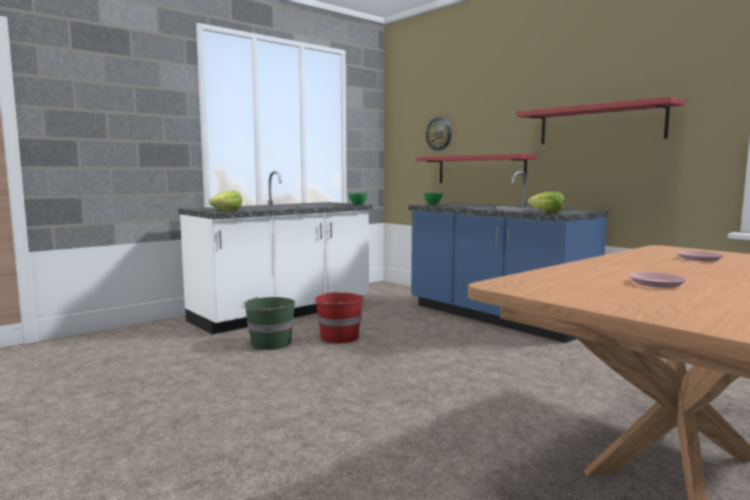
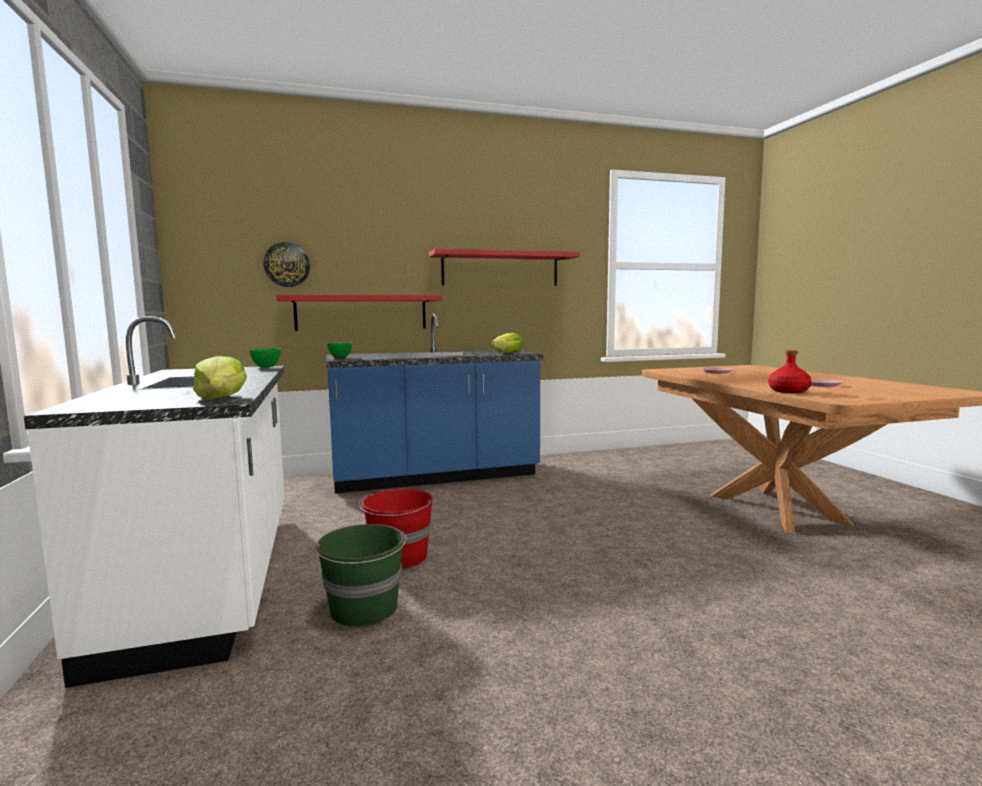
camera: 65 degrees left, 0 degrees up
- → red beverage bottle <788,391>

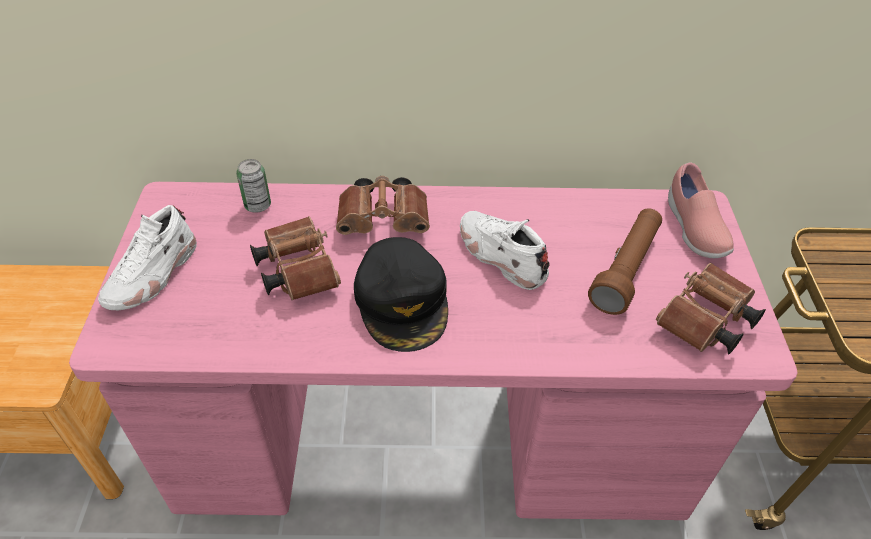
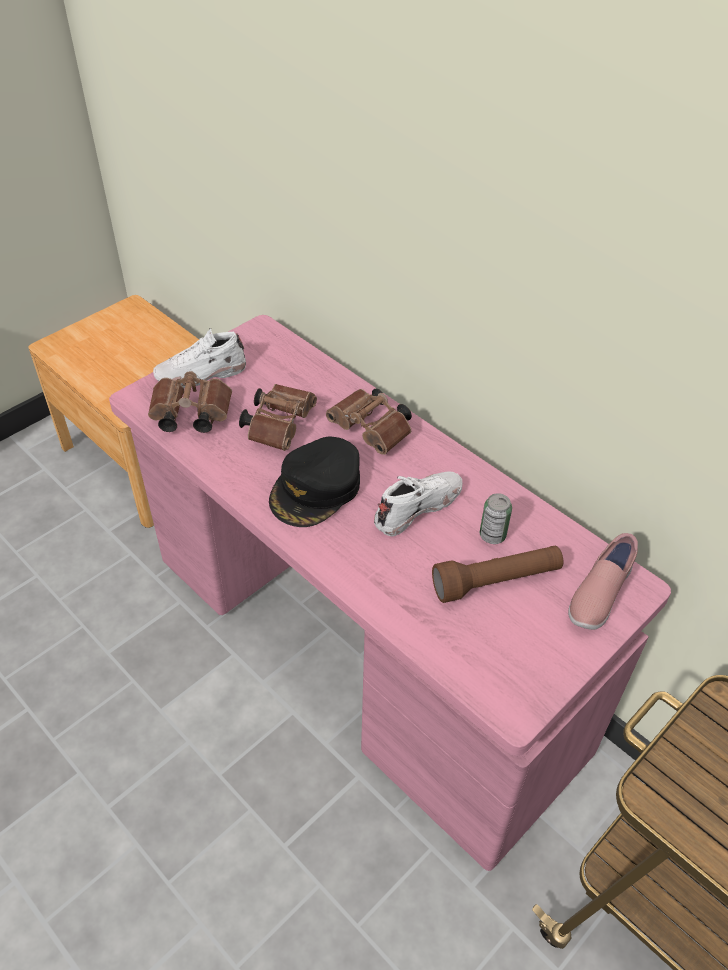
camera: 45 degrees right, 0 degrees up
sealed can <258,205> → sealed can <492,535>, move
whitish low shoe <500,256> → whitish low shoe <417,507>, 45 degrees clockwise
brownish binoculars <704,323> → brownish binoculars <189,416>, move

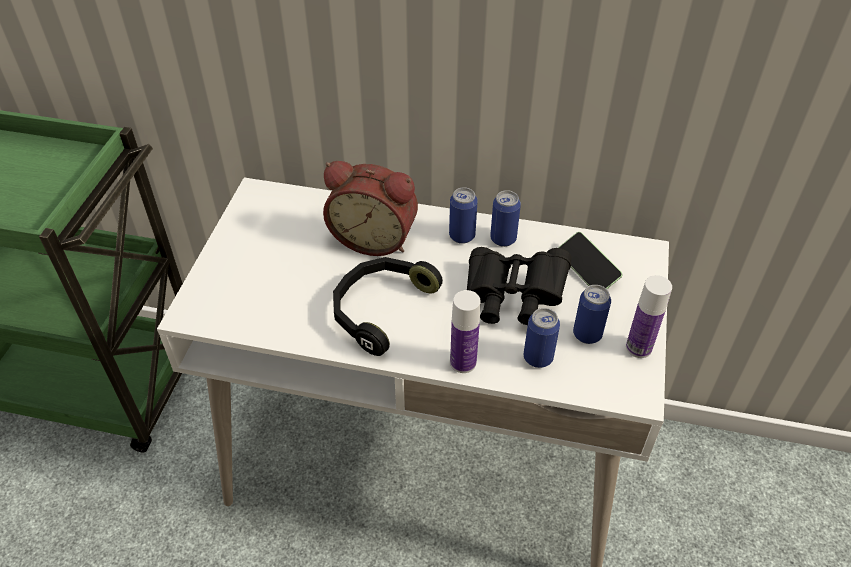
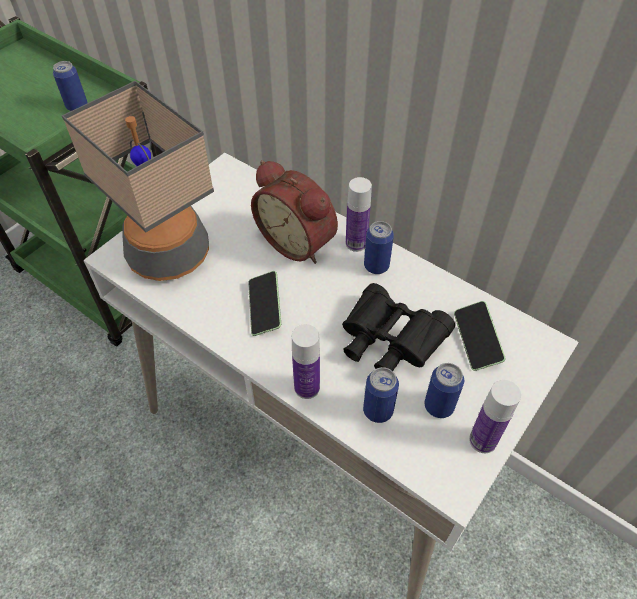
camera: 25 degrees right, 5 degrees up
sealed can <503,239> → sealed can <77,107>, move
black headset <380,309> → phone <265,308>
- → lamp for a table <168,253>
- → beverage bottle <356,243>

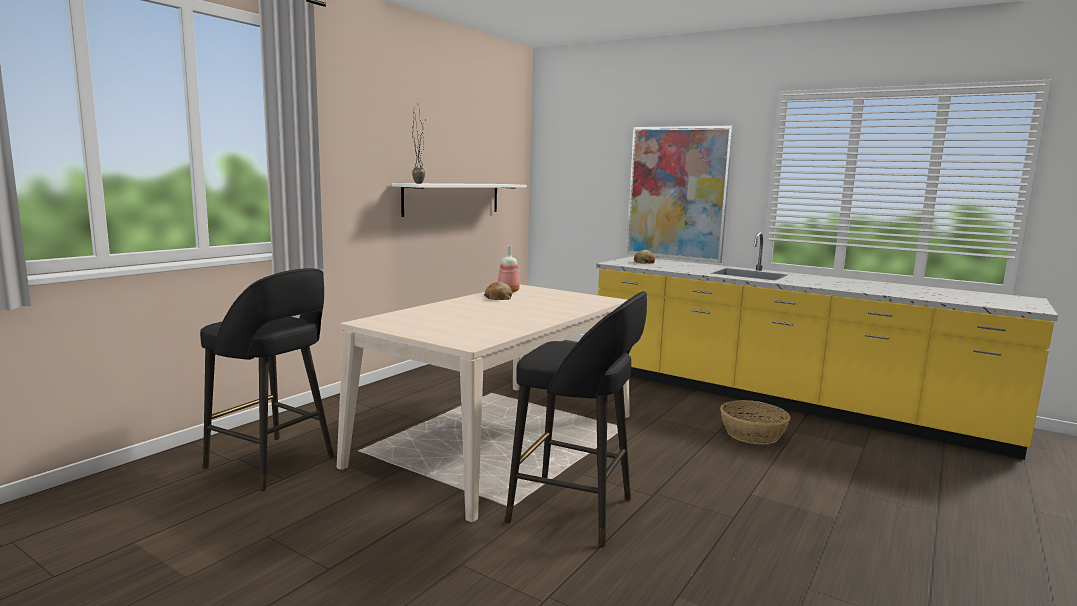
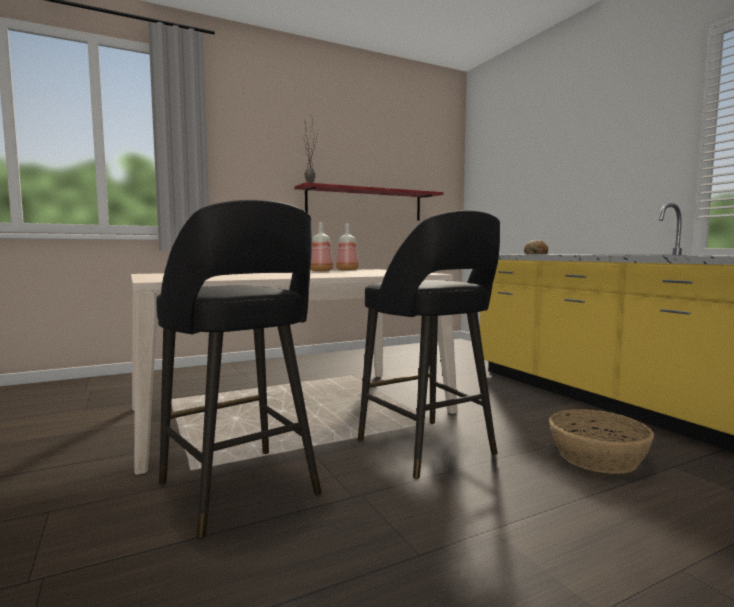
camera: 30 degrees right, 5 degrees down
wall picture <677,193> → -
whitish shelf <452,198> → red shelf <365,204>
black stool <272,463> → black stool <427,448>, move
bakery bread <498,298> → beverage bottle <321,271>

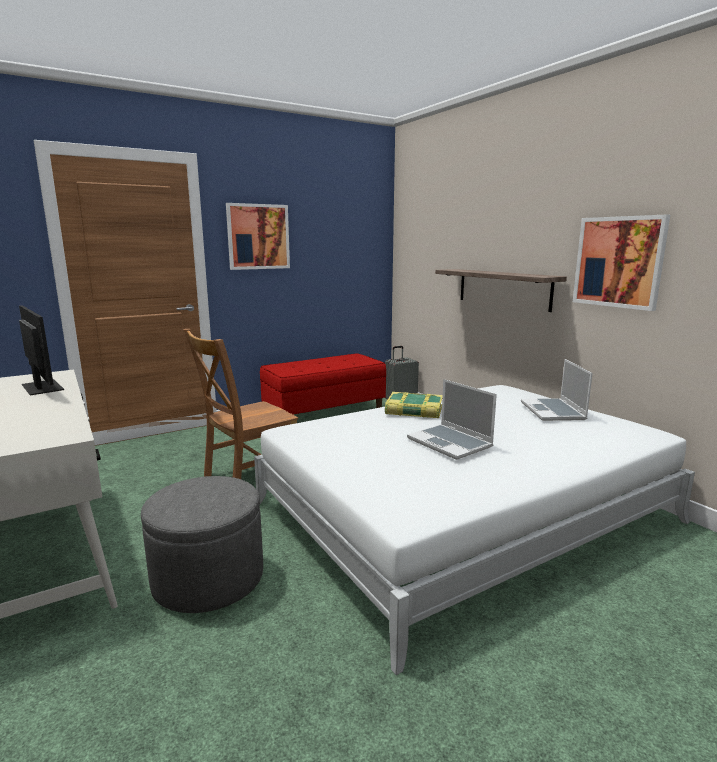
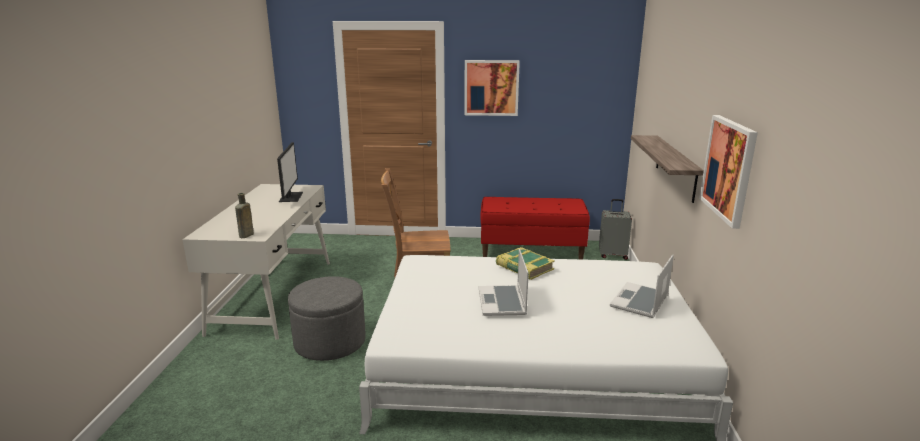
camera: 35 degrees right, 5 degrees up
- → brownish beverage bottle <245,235>

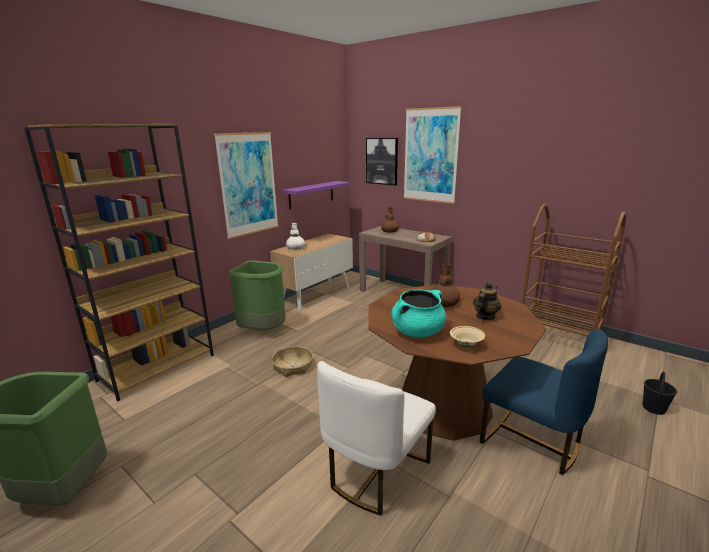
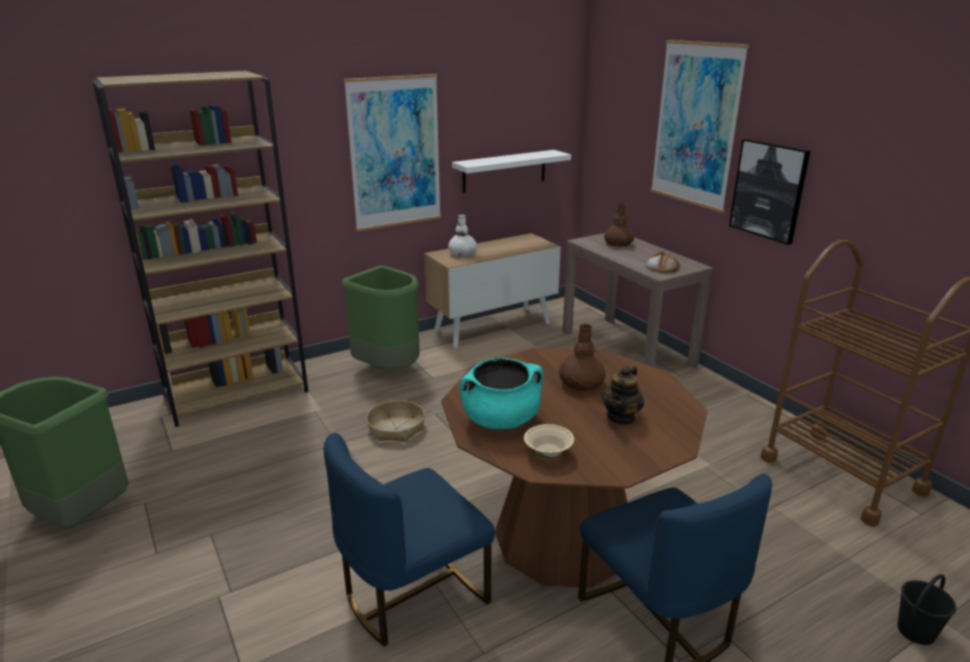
camera: 20 degrees right, 5 degrees up
wall picture <382,161> → wall picture <769,190>, move
purplish shelf <311,194> → whitish shelf <504,171>
pot for tea <485,316> → pot for tea <621,417>, 150 degrees clockwise
whitish upright chair <375,471> → blue upright chair <412,593>

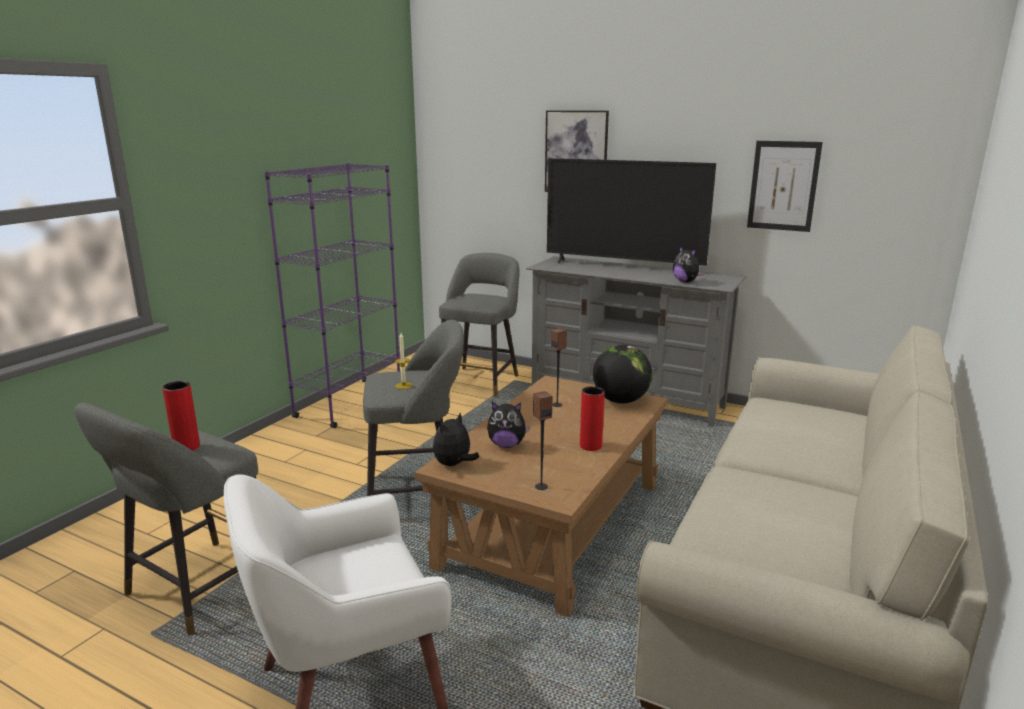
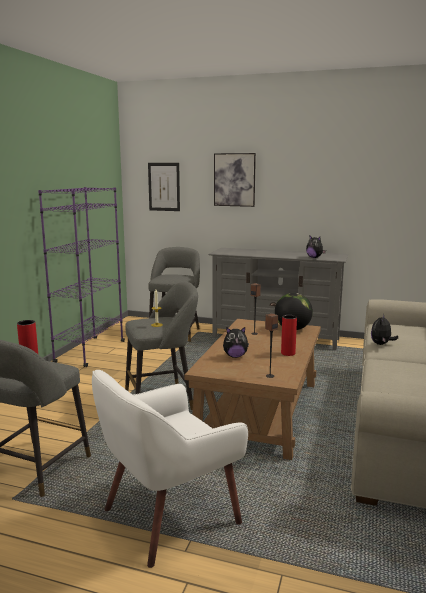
camera: 10 degrees left, 5 degrees down
wall picture <783,186> → wall picture <164,187>, move
TV <623,267> → -
plush toy <454,464> → plush toy <381,344>, move

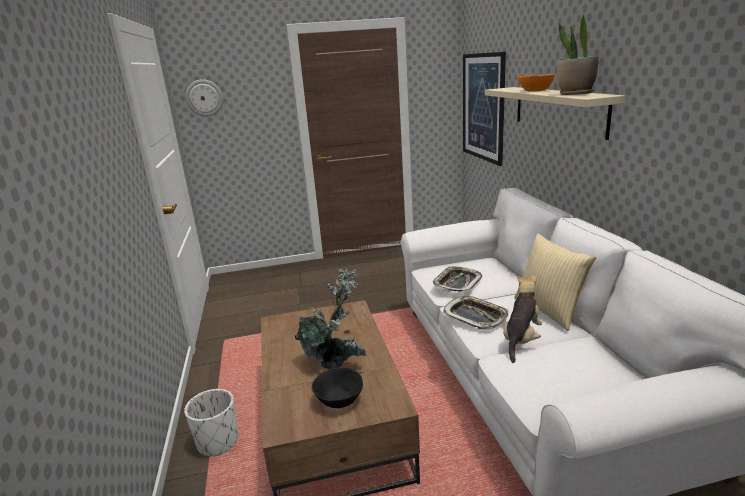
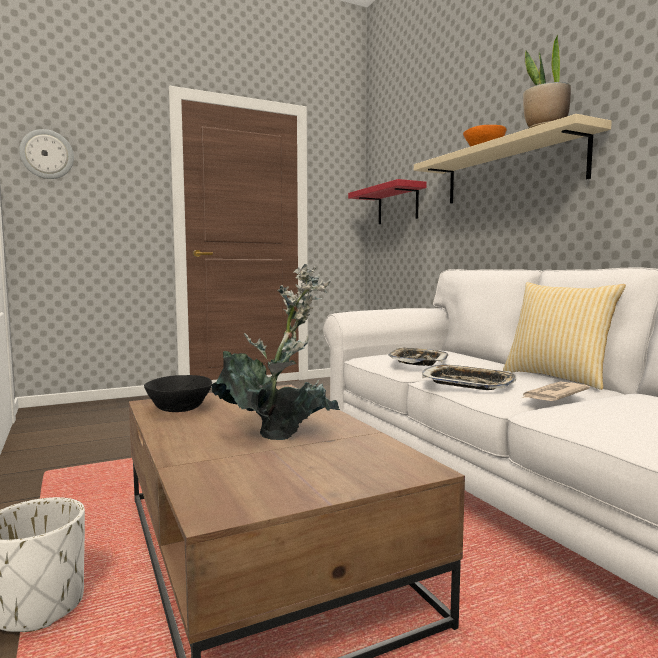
camera: 15 degrees left, 15 degrees down
wall picture <483,107> → red shelf <397,205>
plush toy <521,340> → printed paper <553,395>
black deep dish <338,400> → black deep dish <178,409>, move

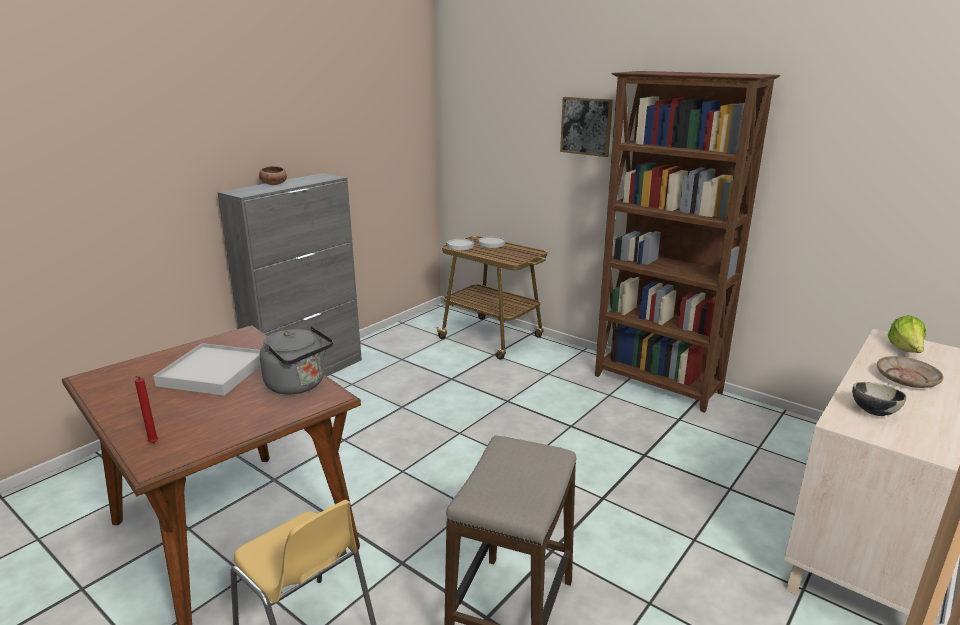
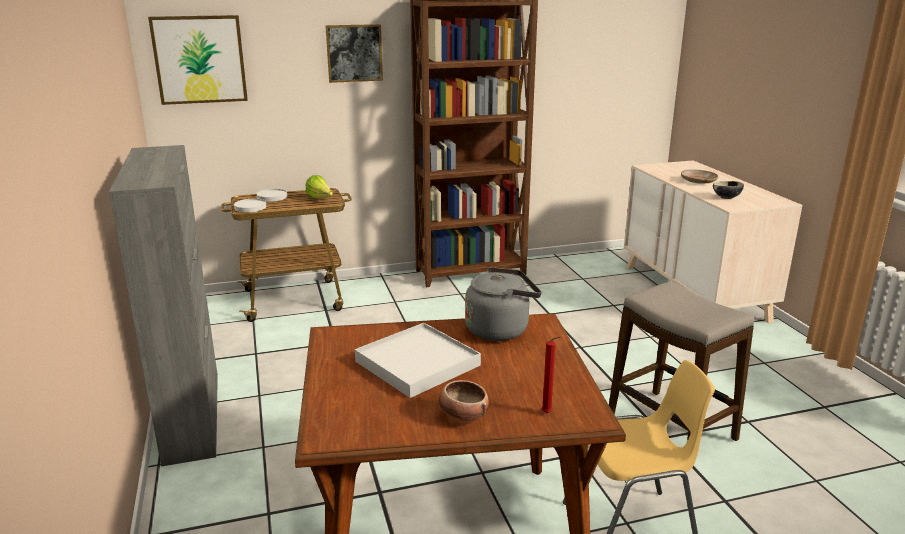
camera: 55 degrees left, 0 degrees up
deep dish <274,184> → deep dish <463,415>, move
lettuce head <905,351> → lettuce head <320,199>, move
- → wall picture <199,59>

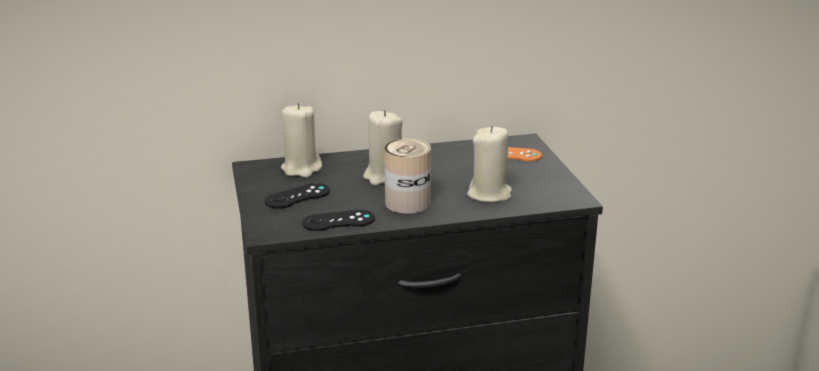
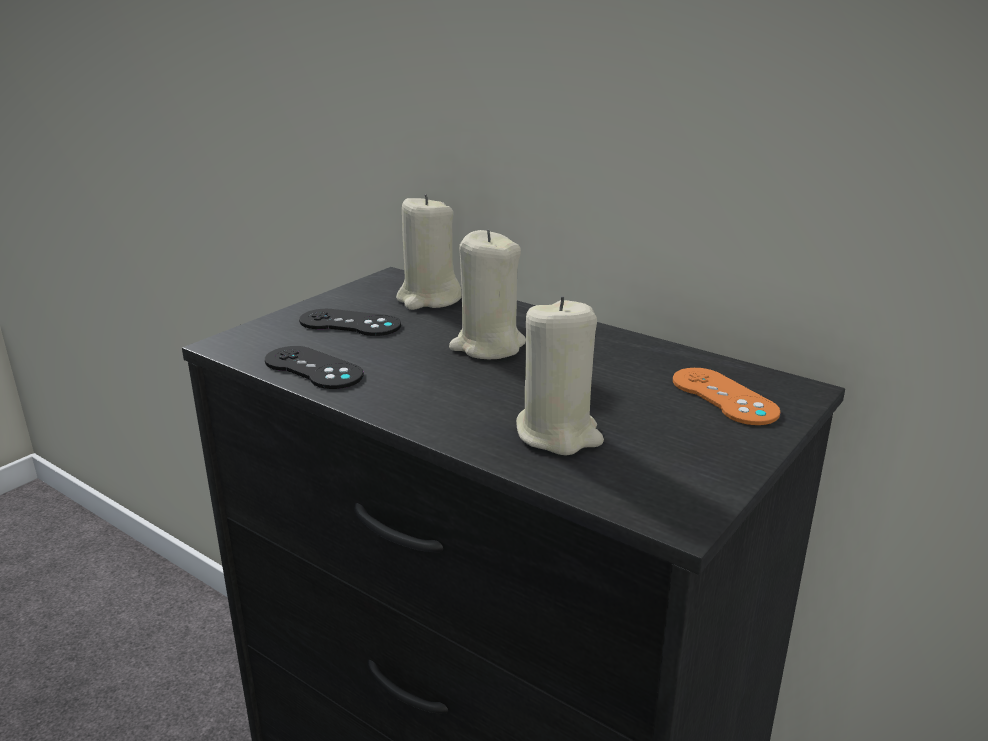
camera: 50 degrees right, 0 degrees up
sealed can <407,203> → -

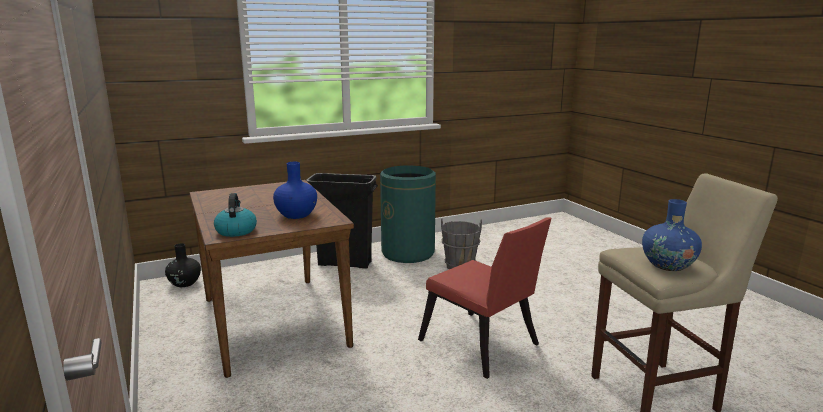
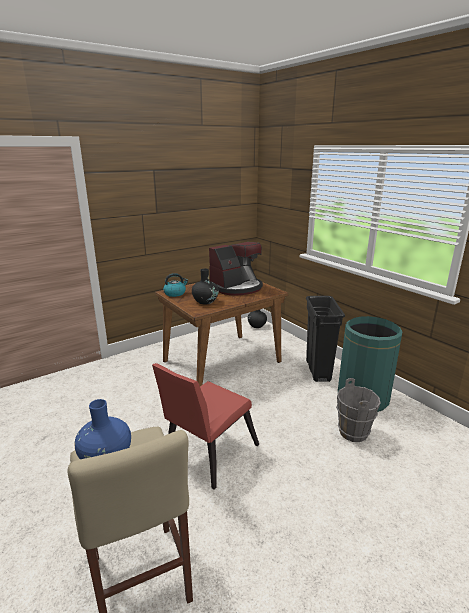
camera: 80 degrees right, 5 degrees up
blue flower vase <296,215> → black flower vase <205,301>
- → coffee machine <236,287>

